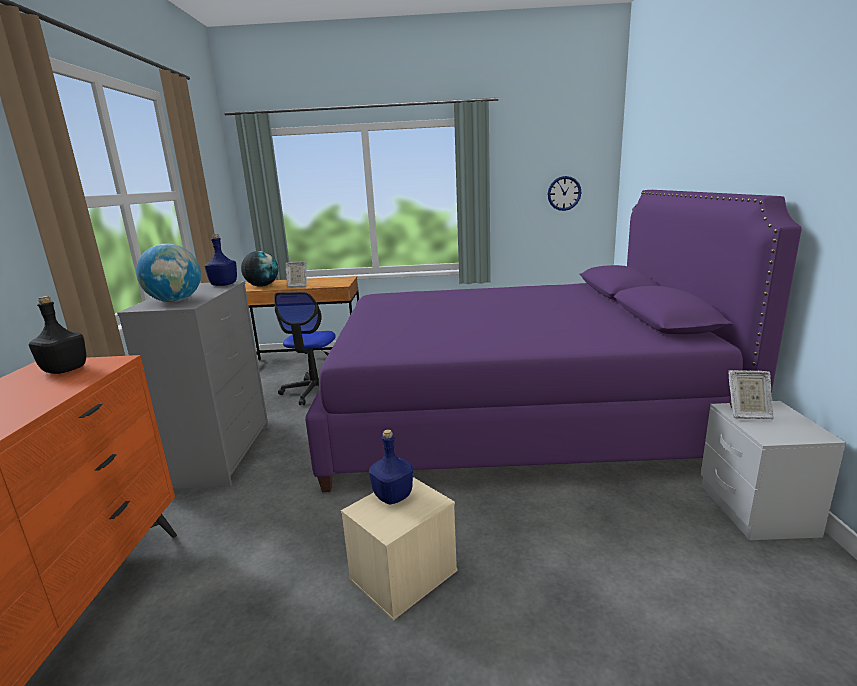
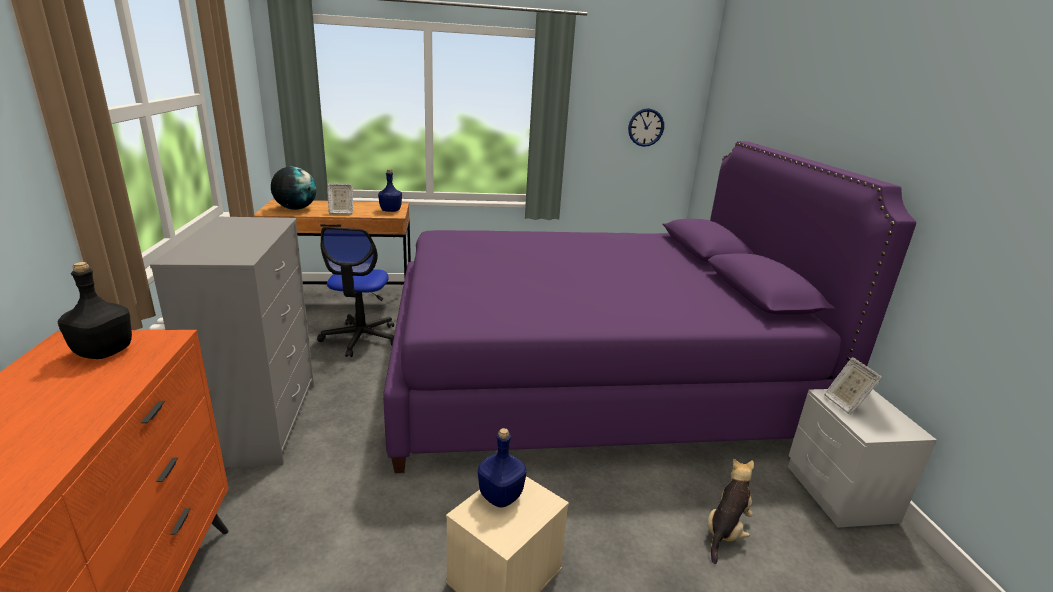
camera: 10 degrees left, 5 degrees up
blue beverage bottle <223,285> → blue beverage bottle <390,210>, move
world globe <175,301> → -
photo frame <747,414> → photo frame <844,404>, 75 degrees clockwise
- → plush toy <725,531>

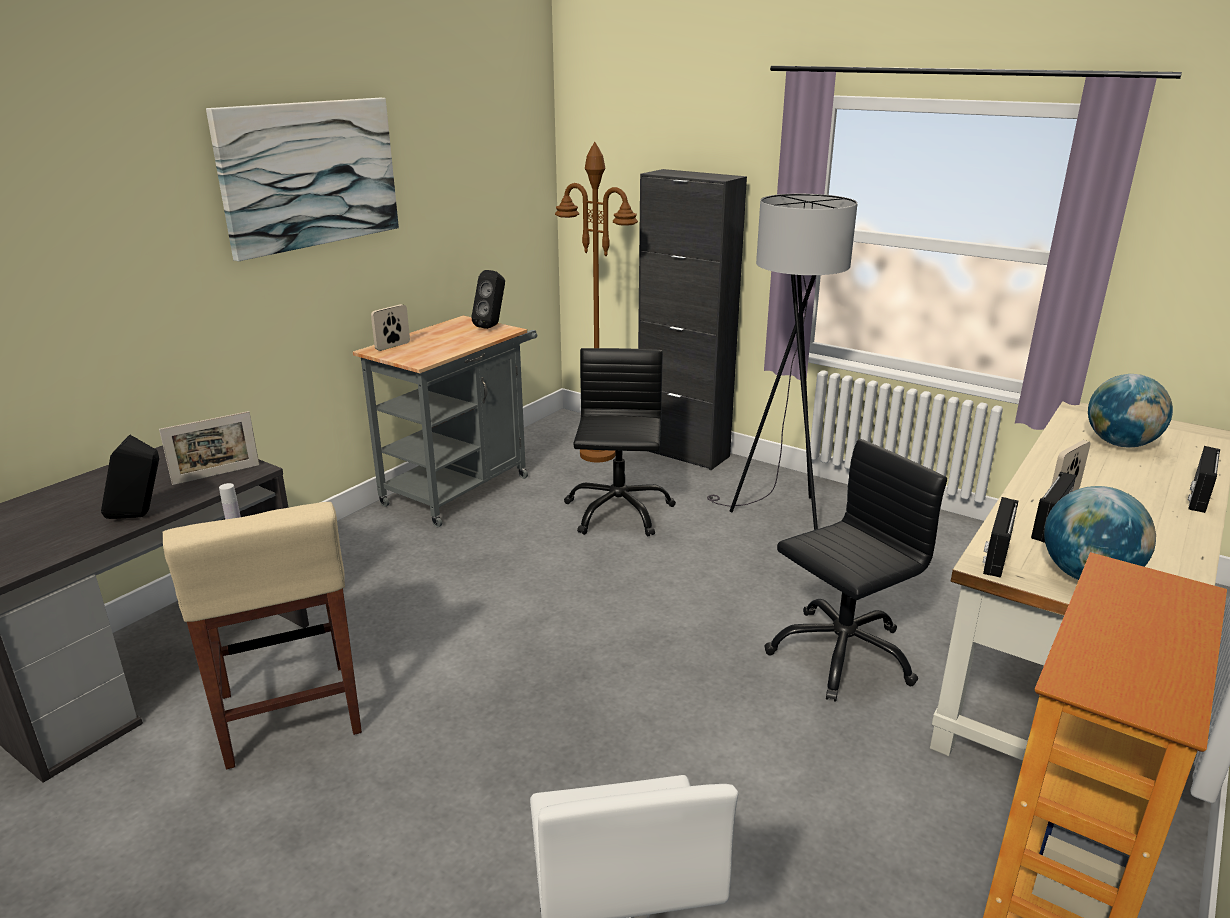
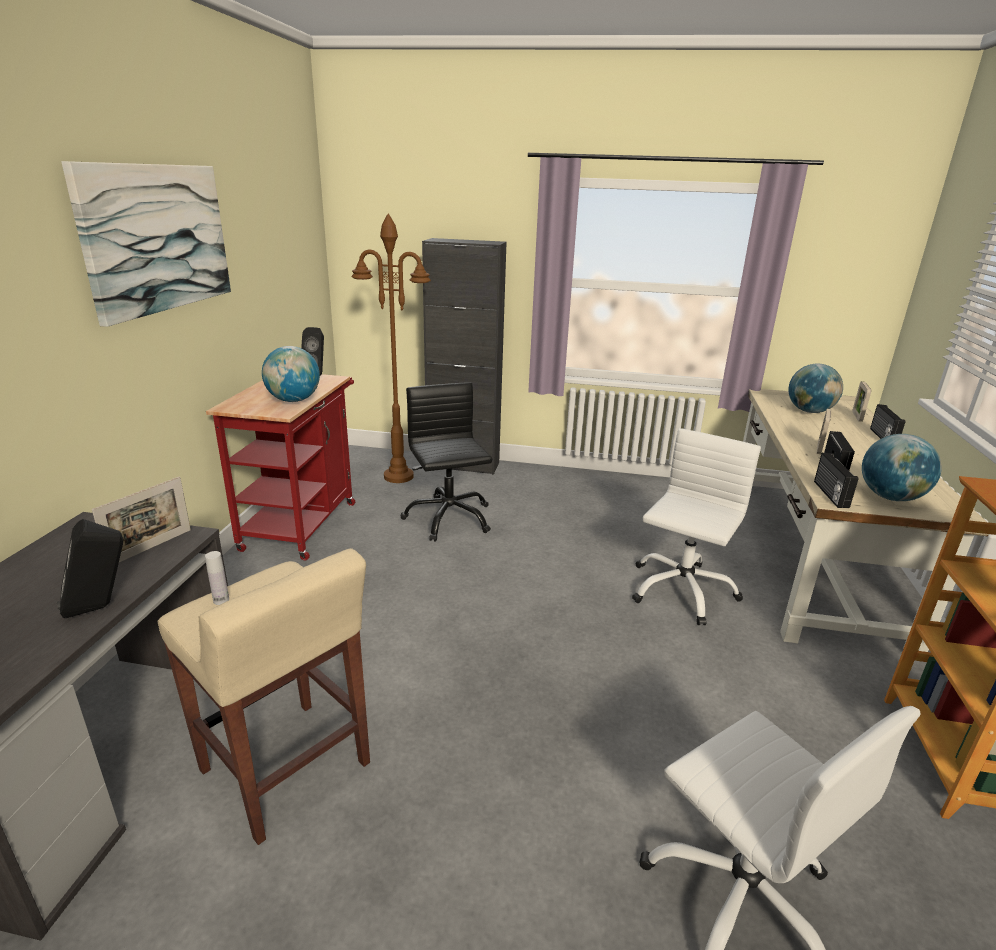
camera: 25 degrees left, 0 degrees up
grey floor lamp <777,516> → -
photo frame <392,346> → photo frame <857,416>, move
grey wheeled cart <462,487> → red wheeled cart <303,522>
black office chair <841,654> → whitish office chair <681,590>
- → world globe <294,400>

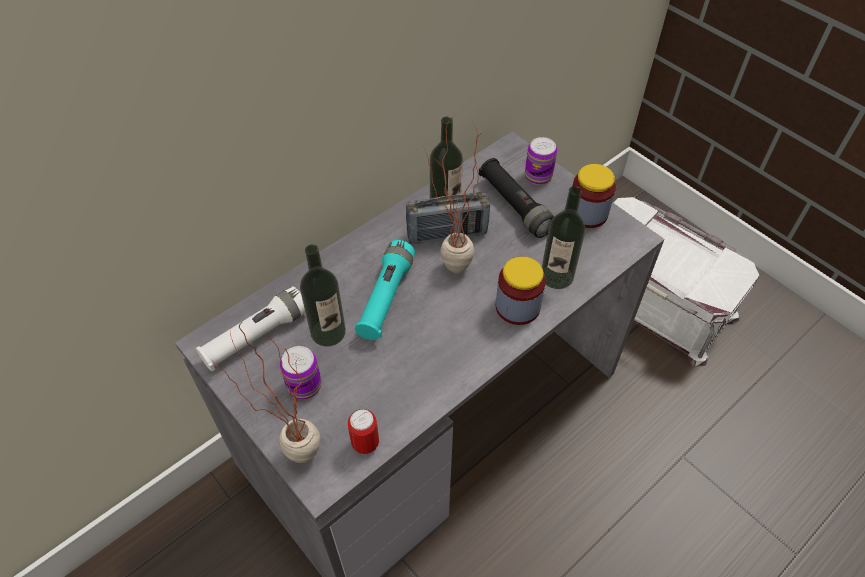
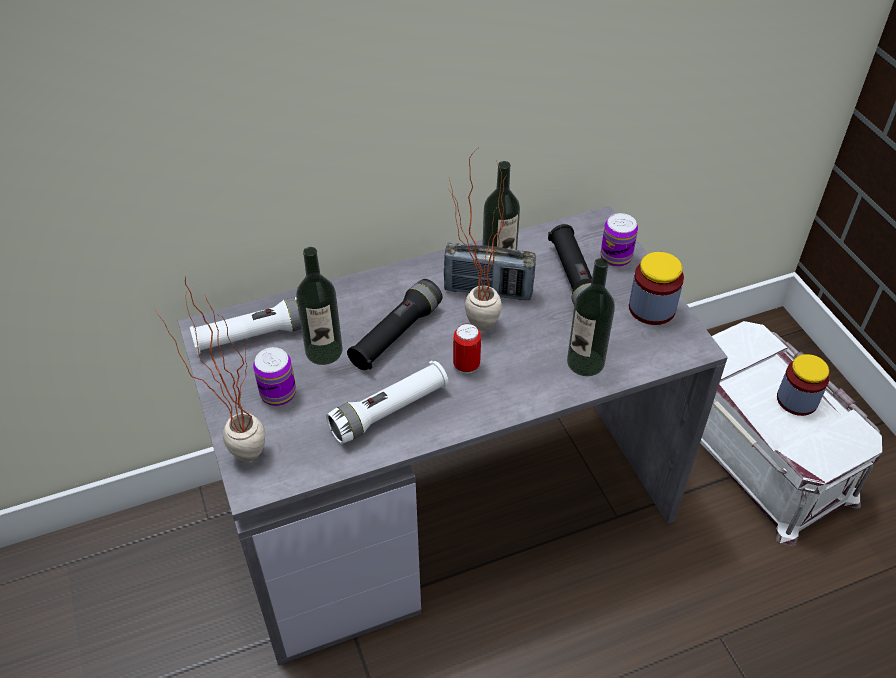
camera: 20 degrees right, 5 degrees down
turquoise torch <386,298> → black torch <396,335>
storage jar <517,307> → storage jar <797,400>, move
sealed can <365,443> → sealed can <466,365>, move
- → whitish torch <389,411>

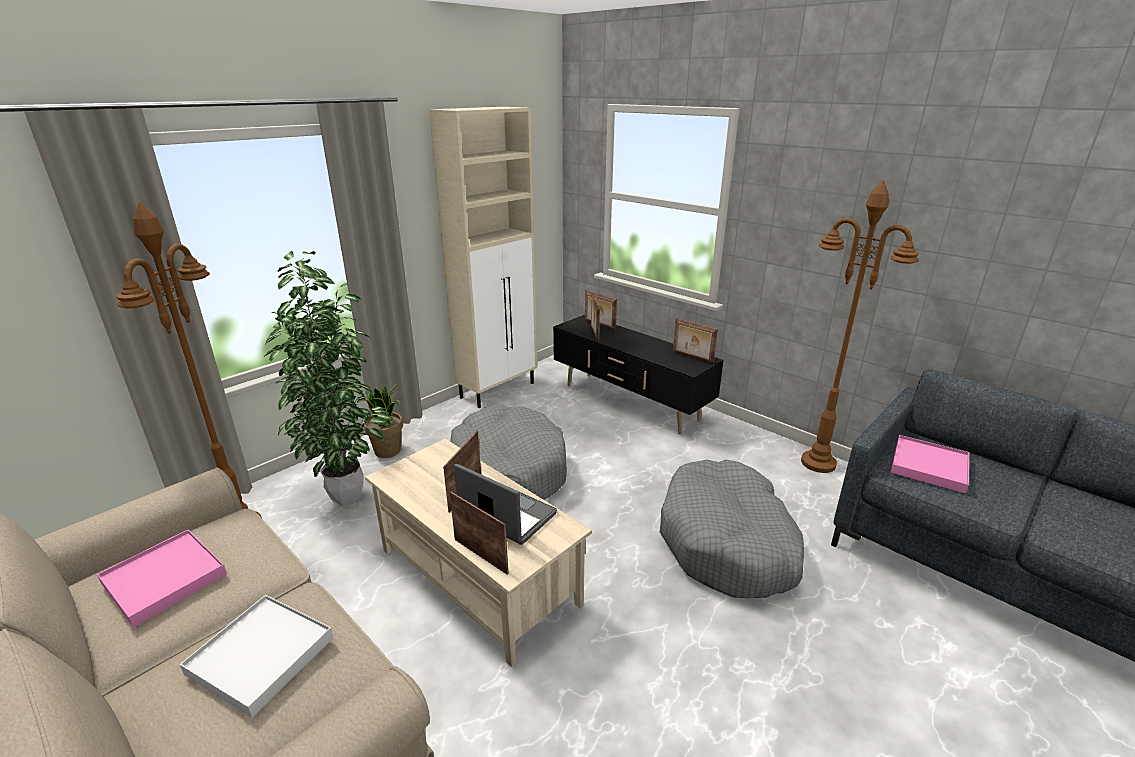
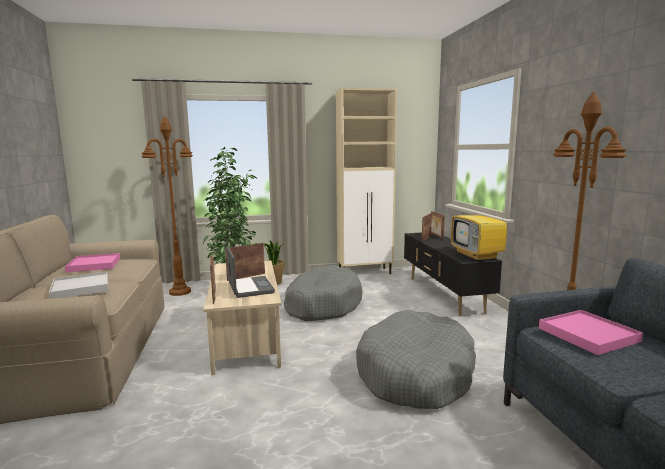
camera: 35 degrees right, 15 degrees down
photo frame <692,357> → TV <477,256>

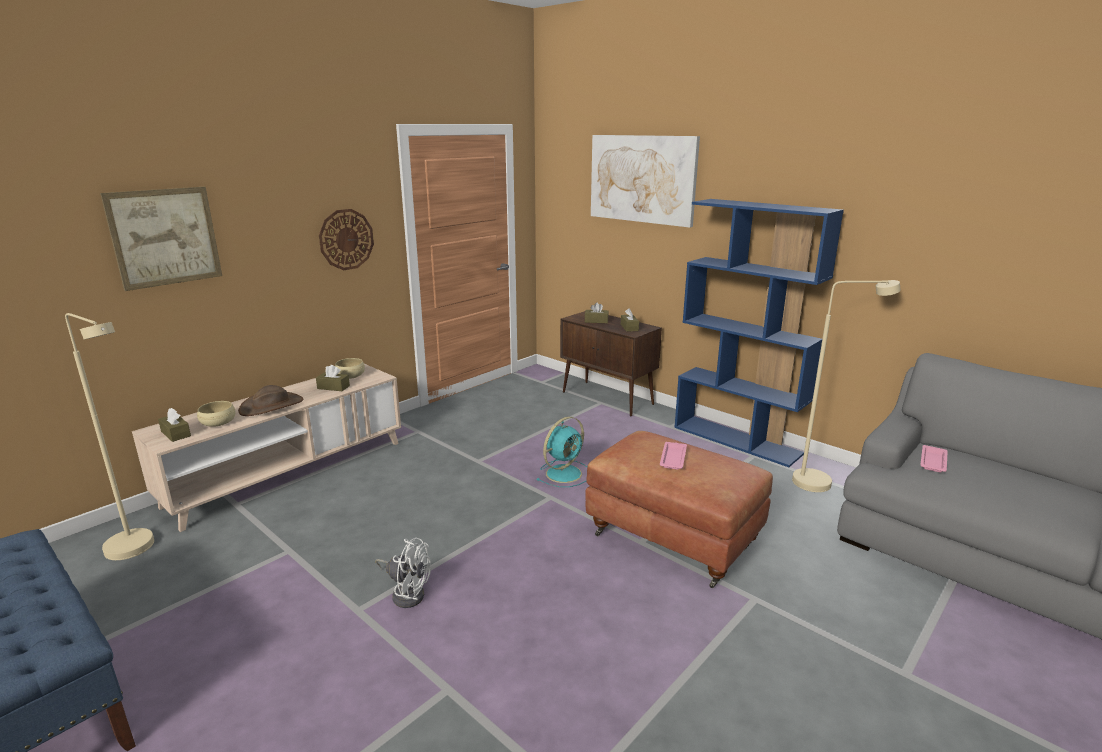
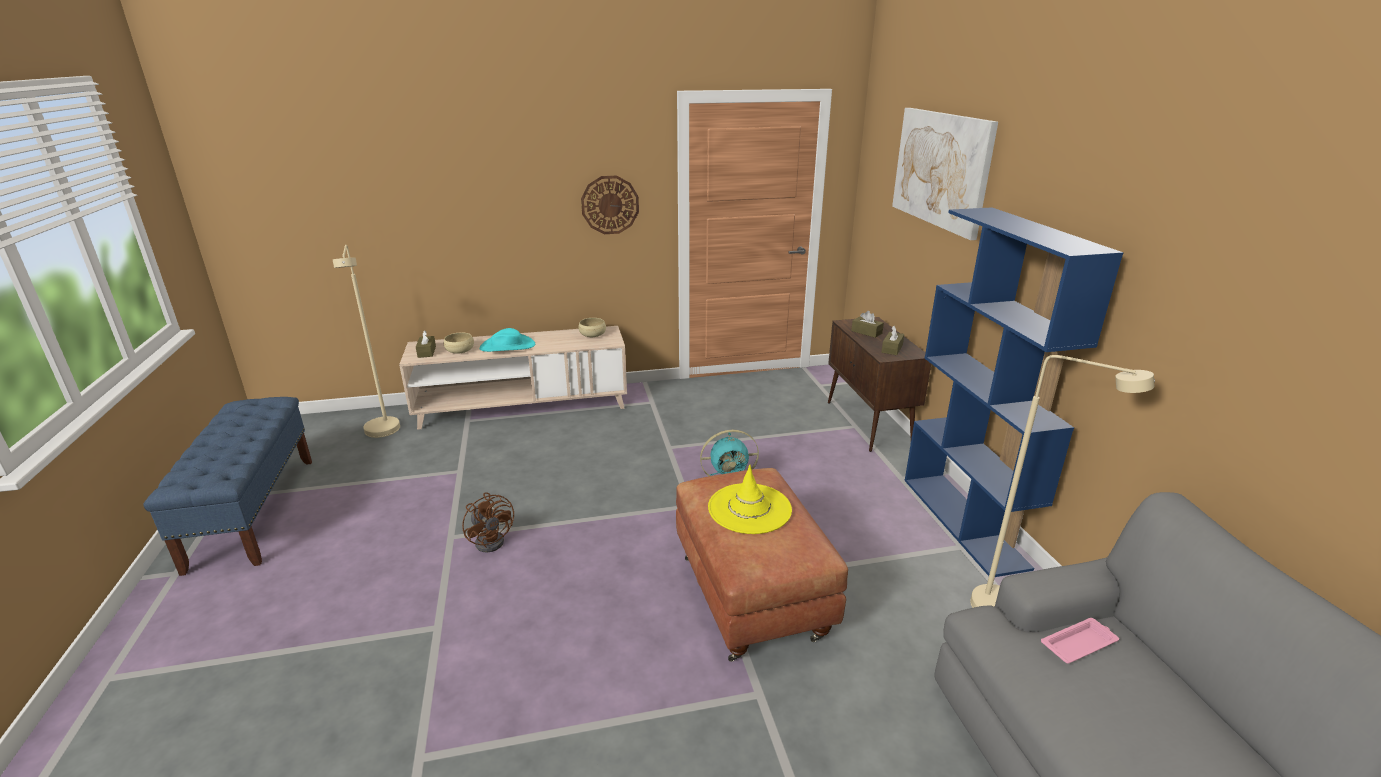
camera: 35 degrees right, 5 degrees up
wall picture <165,237> → -
brownish tissue box <333,387> → -
brownish wearable hat <271,405> → turquoise wearable hat <507,346>
pink carrying tray <673,458> → yellow wearable hat <749,509>
whitish electric fan <406,593> → brownish electric fan <493,539>

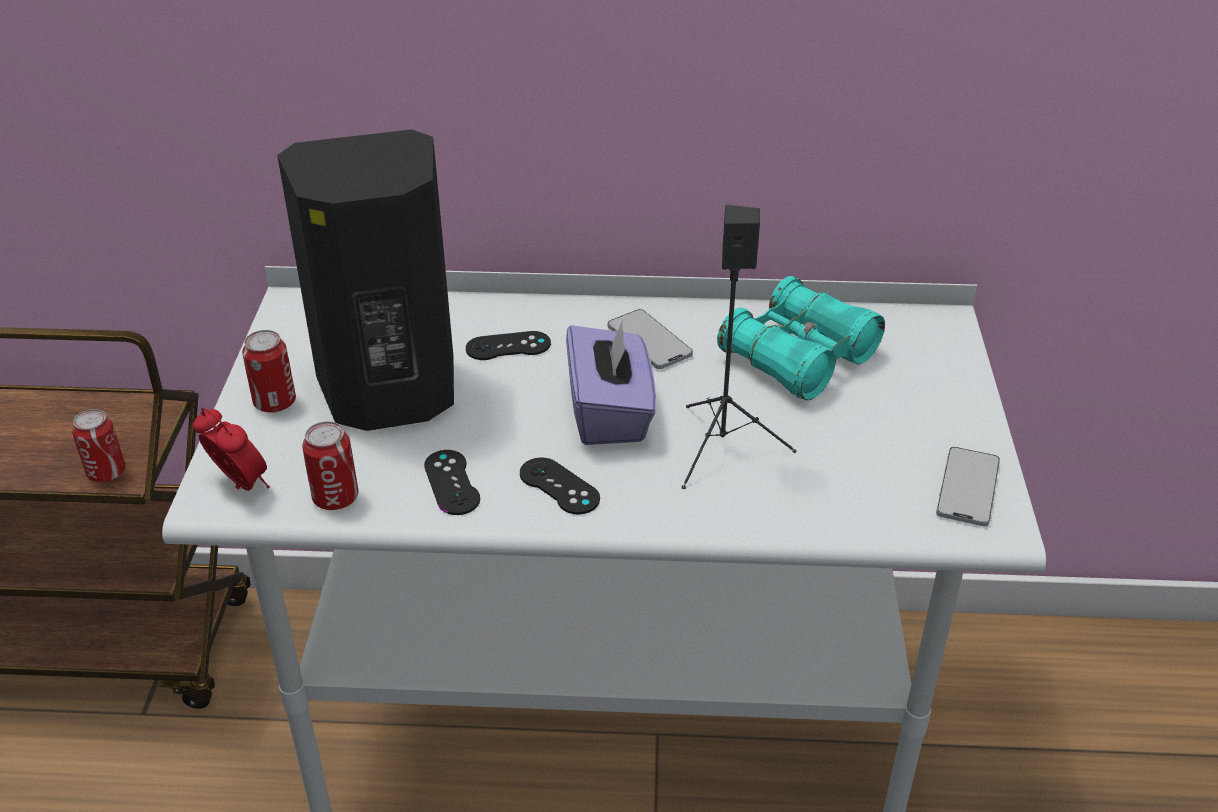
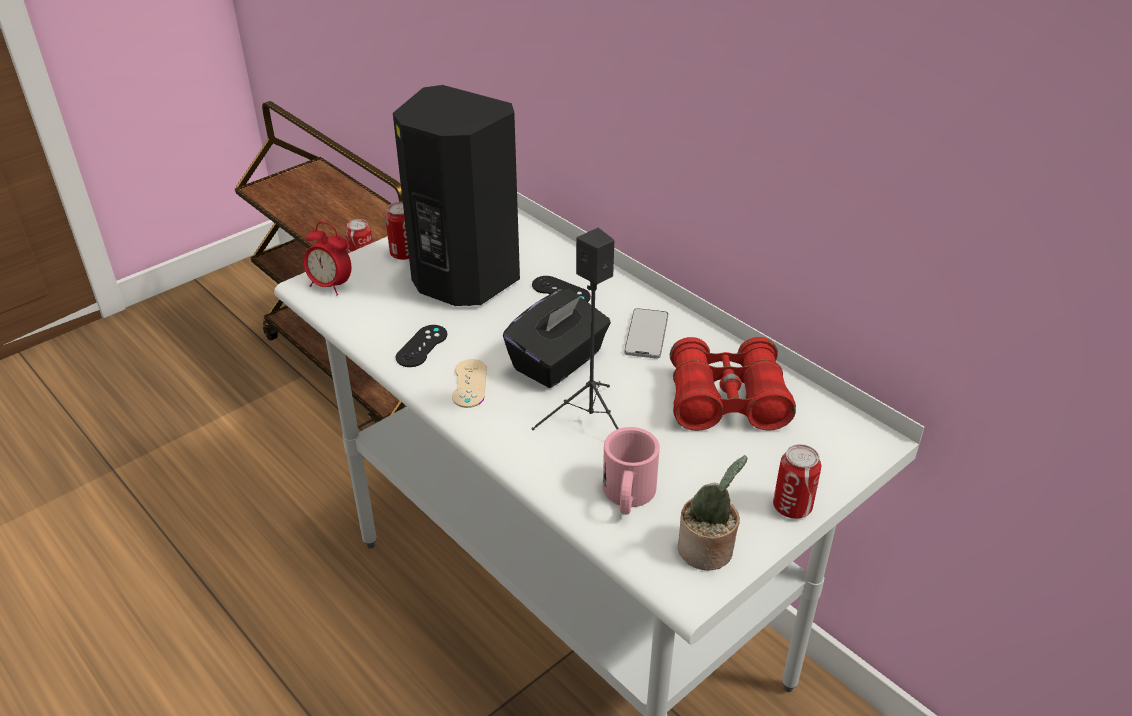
camera: 45 degrees right, 0 degrees up
turquoise binoculars <799,357> → red binoculars <726,400>
purplish tissue box <610,413> → black tissue box <558,362>
bedside clock <240,486> → bedside clock <330,286>, 120 degrees clockwise
sealed can <335,498> → sealed can <792,507>, move
phone <967,488> → plant in a pot <708,552>
black game controller <559,486> → sand-coloured game controller <469,383>
- → pink mug <628,497>

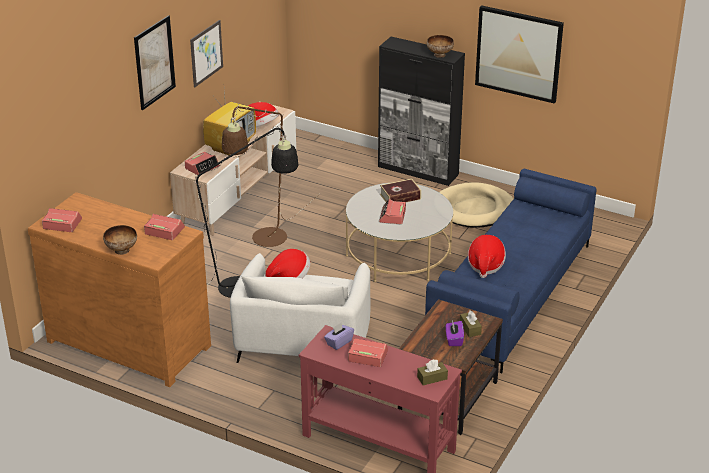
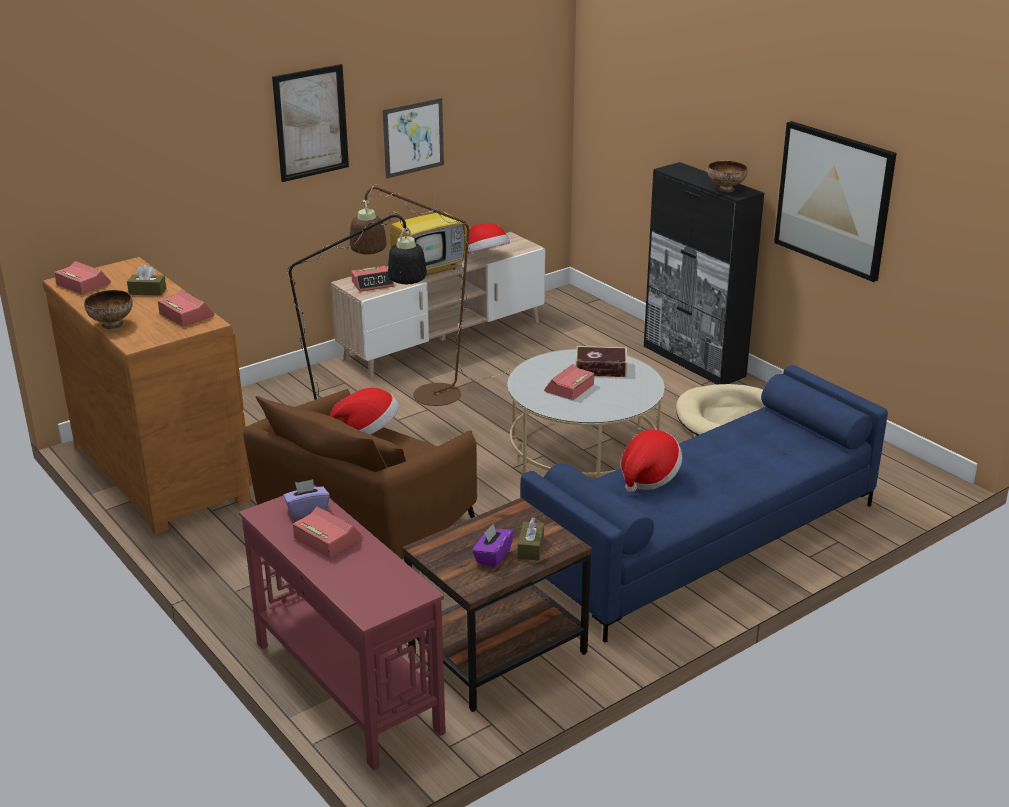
camera: 25 degrees right, 5 degrees down
whitish armchair <302,342> → brownish armchair <365,526>
brownish tissue box <432,378> → brownish tissue box <147,291>, move

